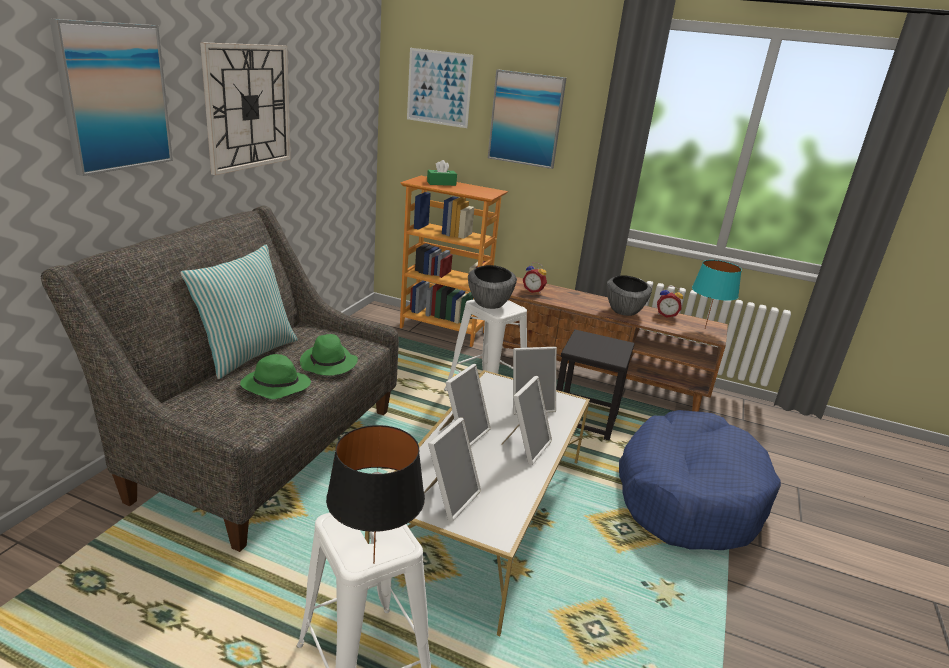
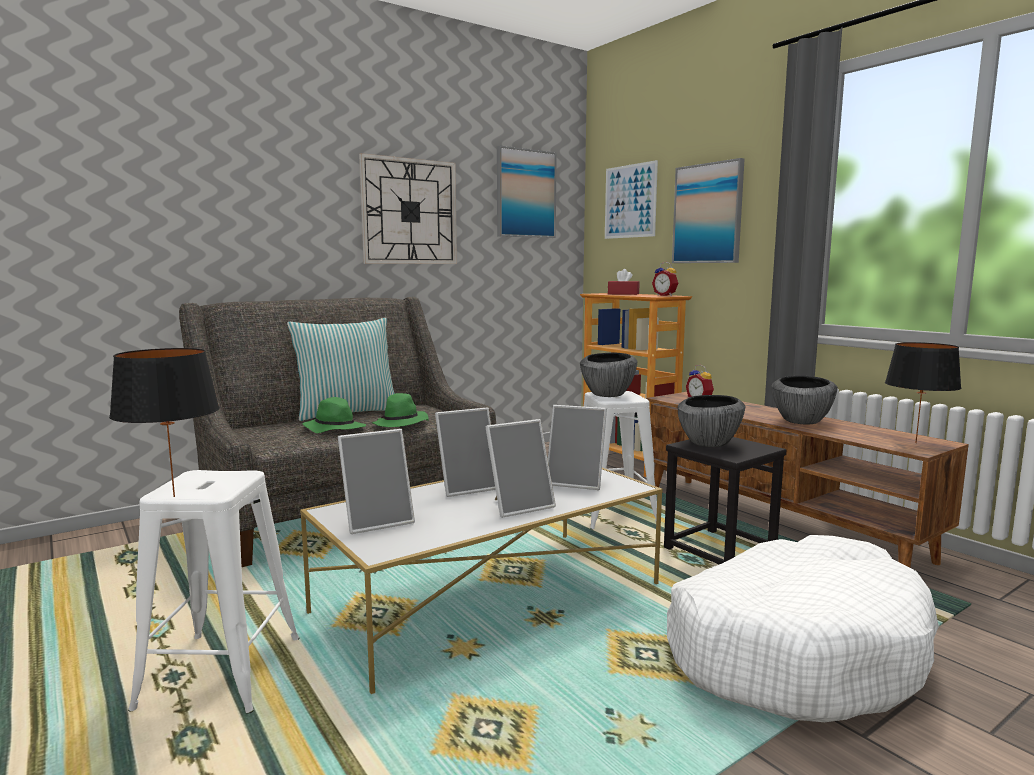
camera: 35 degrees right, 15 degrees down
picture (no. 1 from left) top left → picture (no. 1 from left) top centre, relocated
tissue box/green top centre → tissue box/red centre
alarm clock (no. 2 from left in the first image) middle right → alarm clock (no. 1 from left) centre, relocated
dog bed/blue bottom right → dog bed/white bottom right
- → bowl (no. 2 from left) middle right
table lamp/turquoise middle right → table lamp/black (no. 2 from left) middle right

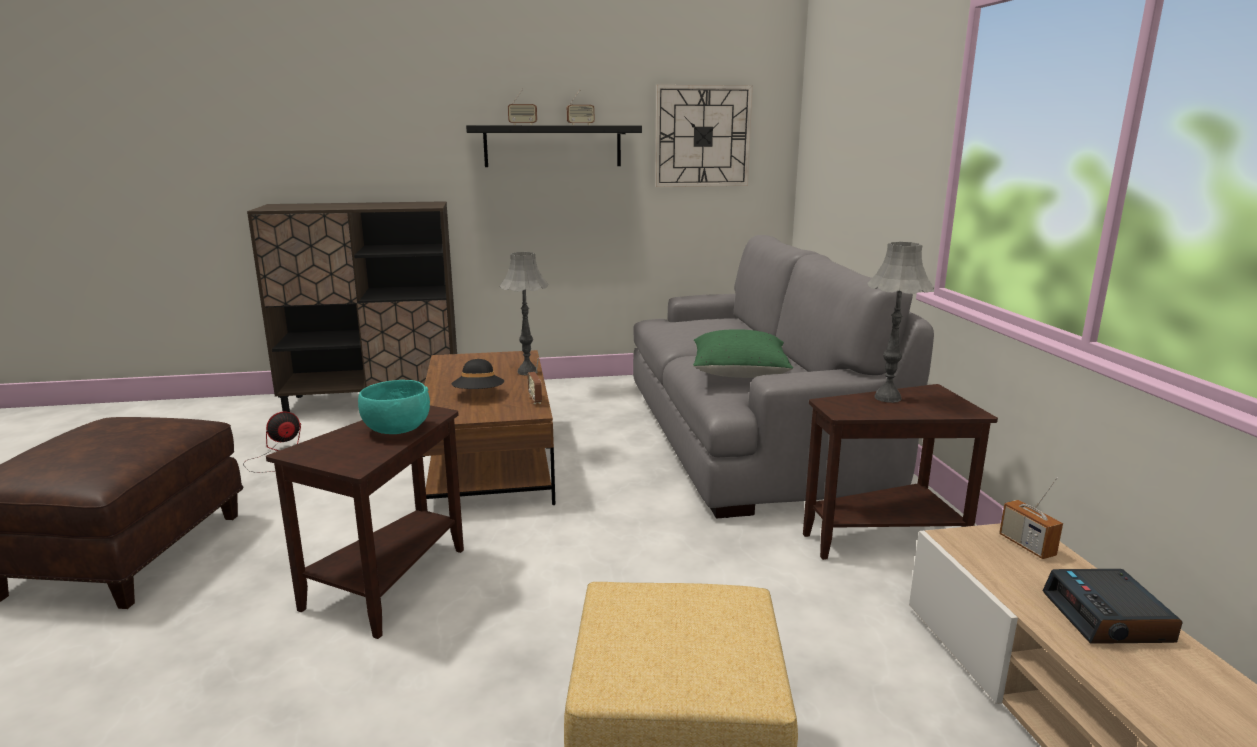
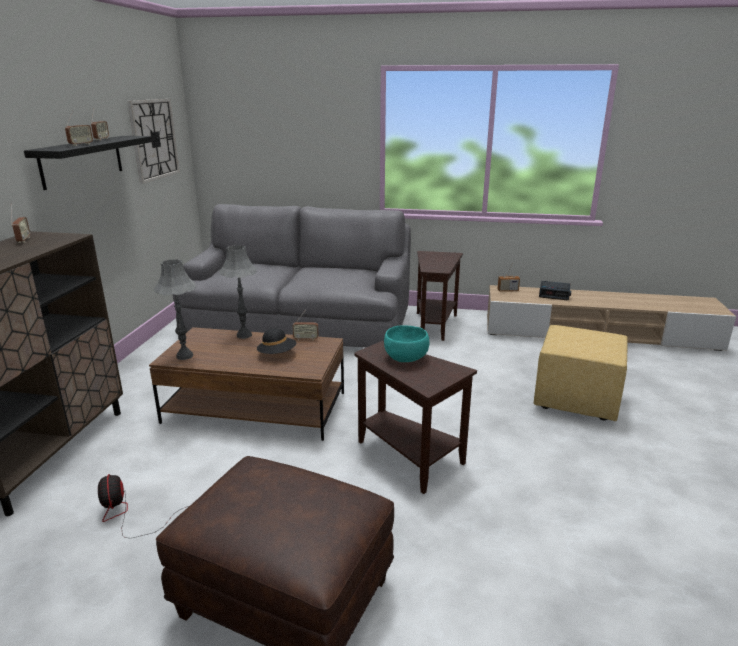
camera: 70 degrees left, 5 degrees up
- → radio (no. 1 from left) middle left
table lamp/grey (no. 2 from left in the first image) middle right → table lamp/grey (no. 1 from left) middle left, relocated
pillow/green centre → -

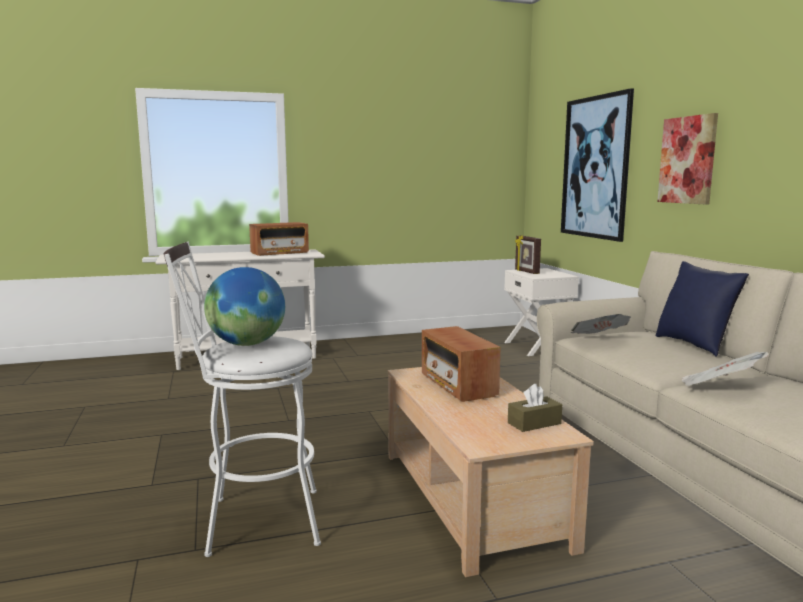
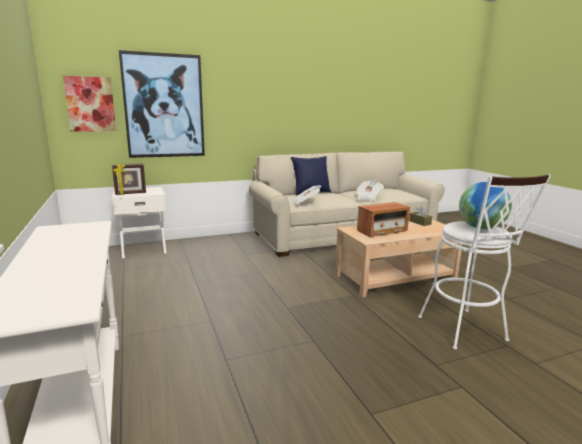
camera: 95 degrees left, 5 degrees up
picture (no. 2 from left in the first image) top right → picture (no. 1 from left) top left, relocated
radio (no. 1 from left) centre → -

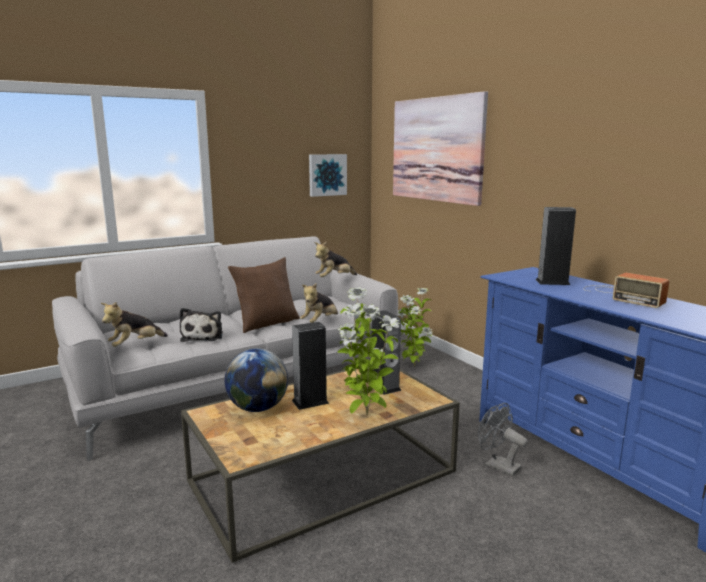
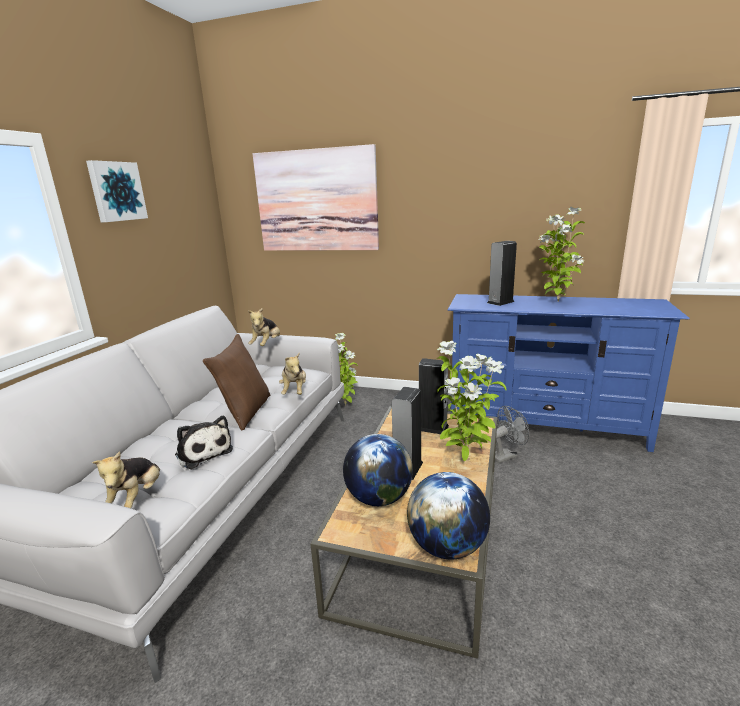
camera: 40 degrees left, 5 degrees up
picture (no. 1 from left) top centre → picture (no. 1 from left) top left, relocated
- → globe (no. 2 from left) bottom centre
fan/grey bottom right → fan/grey middle right, 150 degrees clockwise
radio middle right → potted plant (no. 3 from left) middle right

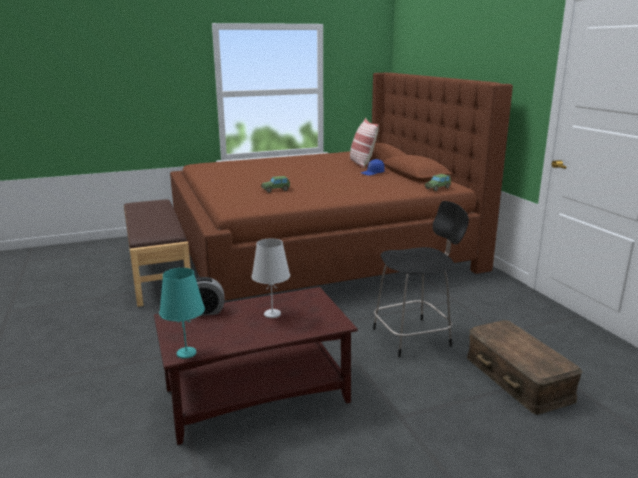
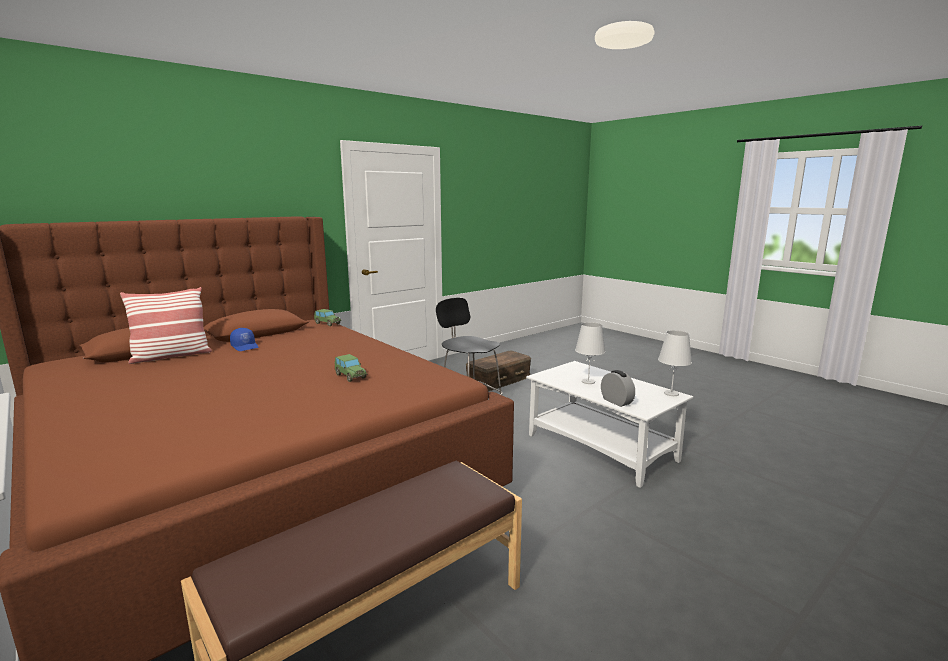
camera: 110 degrees left, 5 degrees down
coffee table/brown bottom centre → coffee table/white centre
table lamp/turquoise middle left → table lamp/white (no. 2 from left) middle right

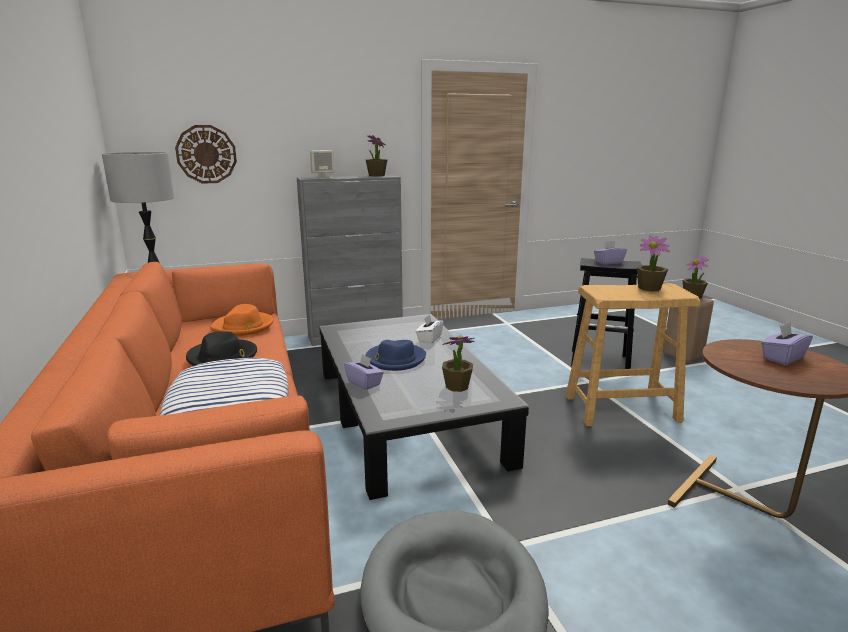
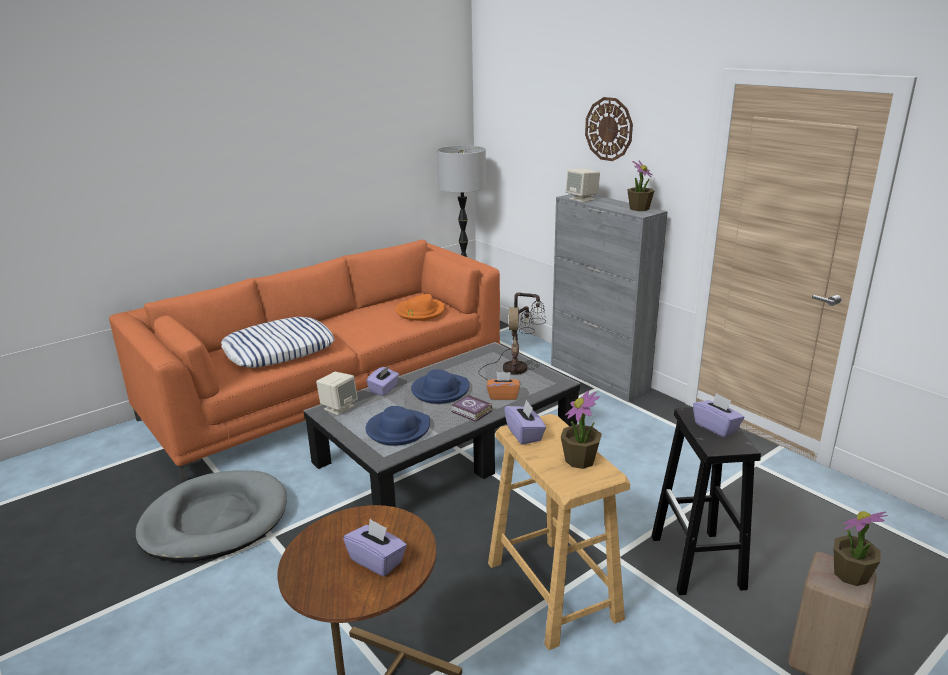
camera: 70 degrees right, 5 degrees up
- → speaker/beige (no. 1 from left) centre
potted plant (no. 2 from left) centre → hat/blue (no. 1 from left) centre
- → book centre
- → table lamp centre
tissue box/white centre → tissue box/orange centre
- → tissue box/purple (no. 3 from left) centre
wall clock top left → wall clock top centre, relocated
hat/black middle left → -

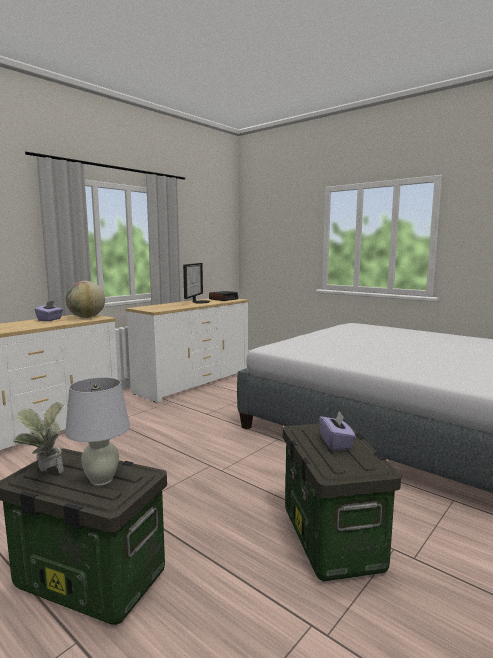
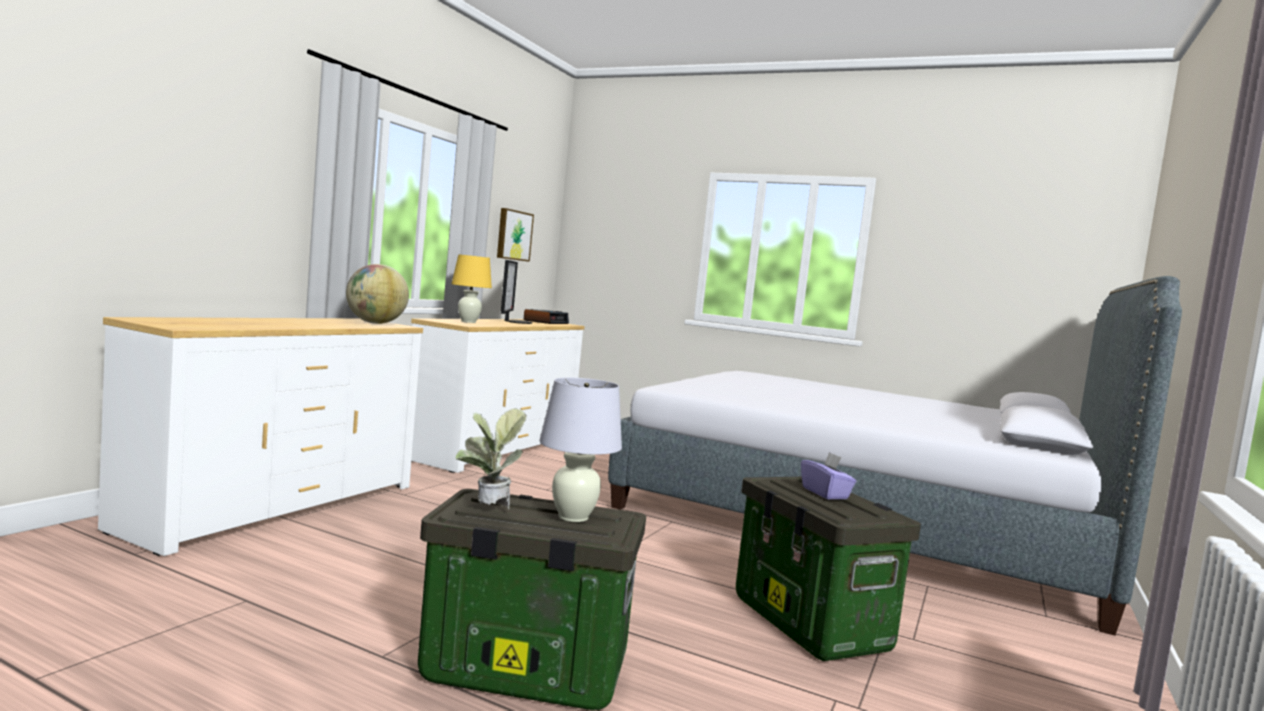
camera: 15 degrees left, 5 degrees down
- → table lamp/yellow centre
- → picture top centre
tissue box/purple (no. 1 from left) middle left → -

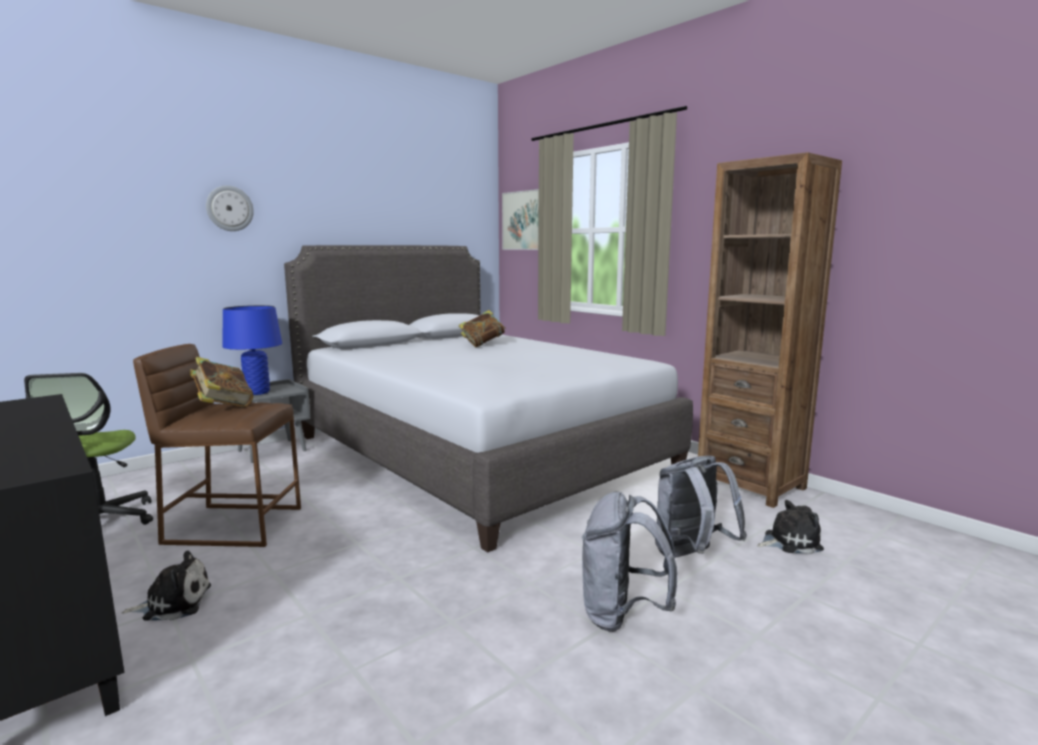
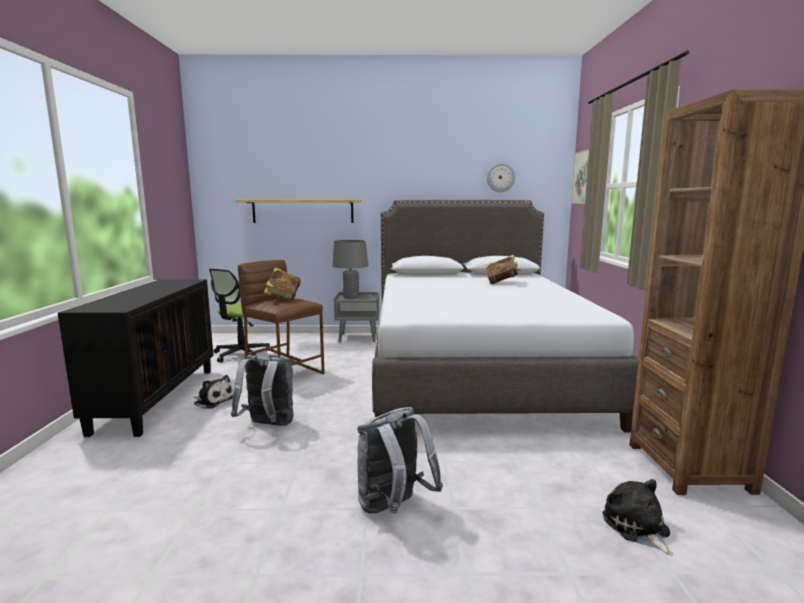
camera: 40 degrees right, 0 degrees up
backpack/grey (no. 2 from left in the first image) bottom right → backpack/grey (no. 1 from left) middle left, relocated
- → shelf centre
table lamp/blue middle left → table lamp/grey centre
wall clock top left → wall clock top centre, relocated
plush toy (no. 2 from left) bottom right, 135 degrees counterclockwise

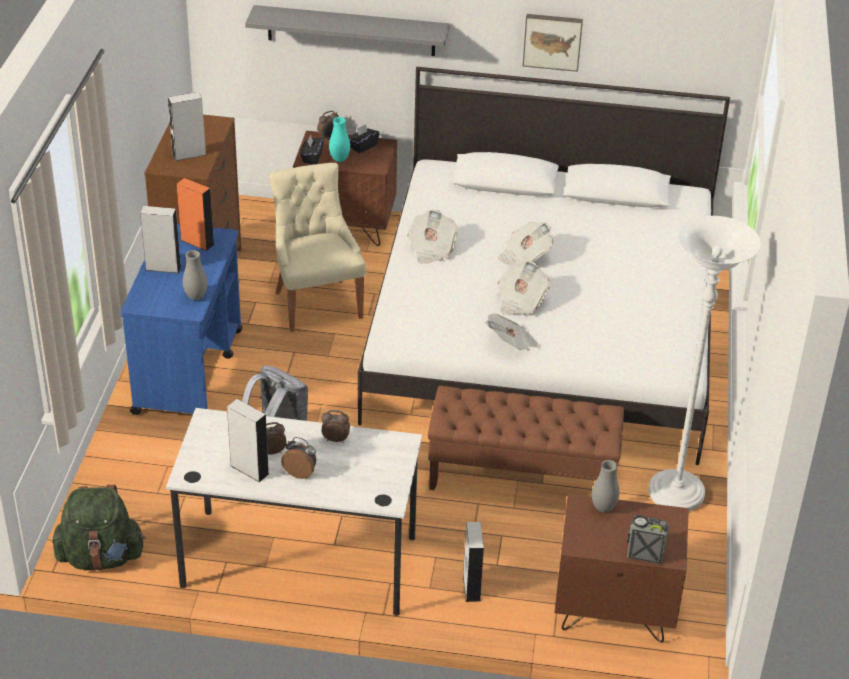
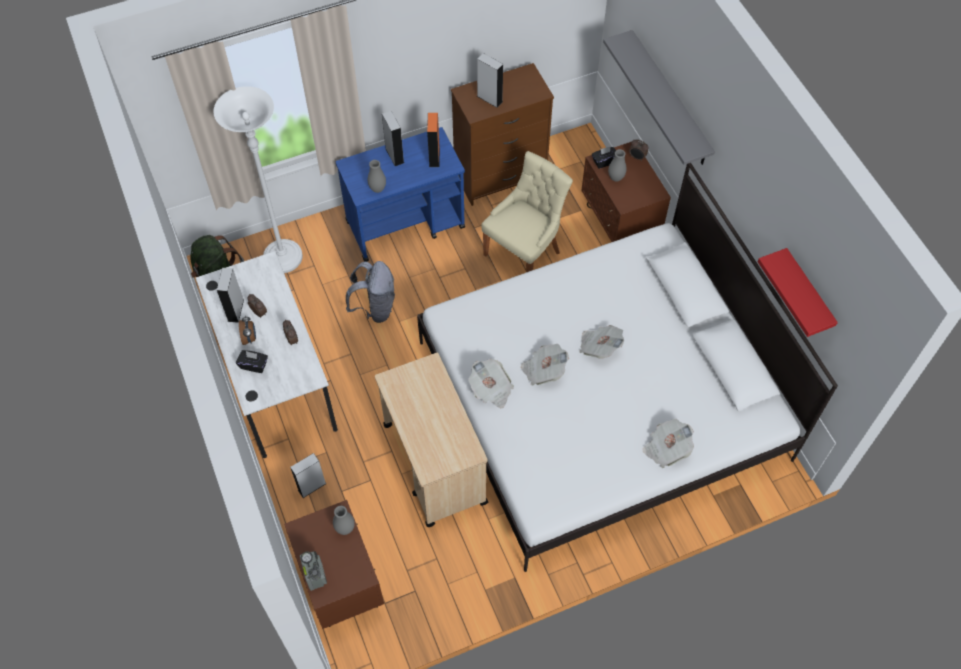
camera: 60 degrees right, 20 degrees up
floor lamp/white middle right → floor lamp/white top left, relocated
tissue box/black (no. 2 from left in the first image) top centre → tissue box/black (no. 1 from left) middle left, relocated
bench/brown centre → cart/beige centre
vase/turquoise top centre → vase/grey (no. 3 from left) top centre
newspaper (no. 1 from left in the first image) centre → newspaper (no. 4 from left) middle right, relocated
- → shelf/red middle right
picture top centre → -

